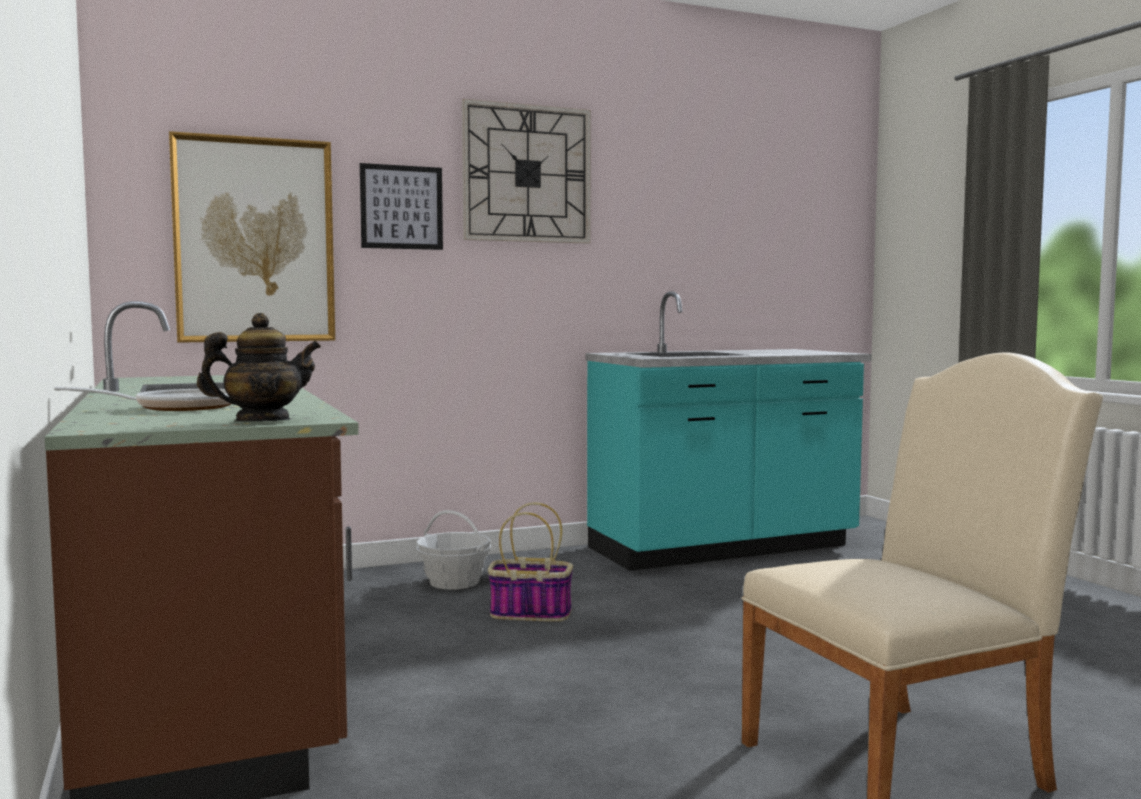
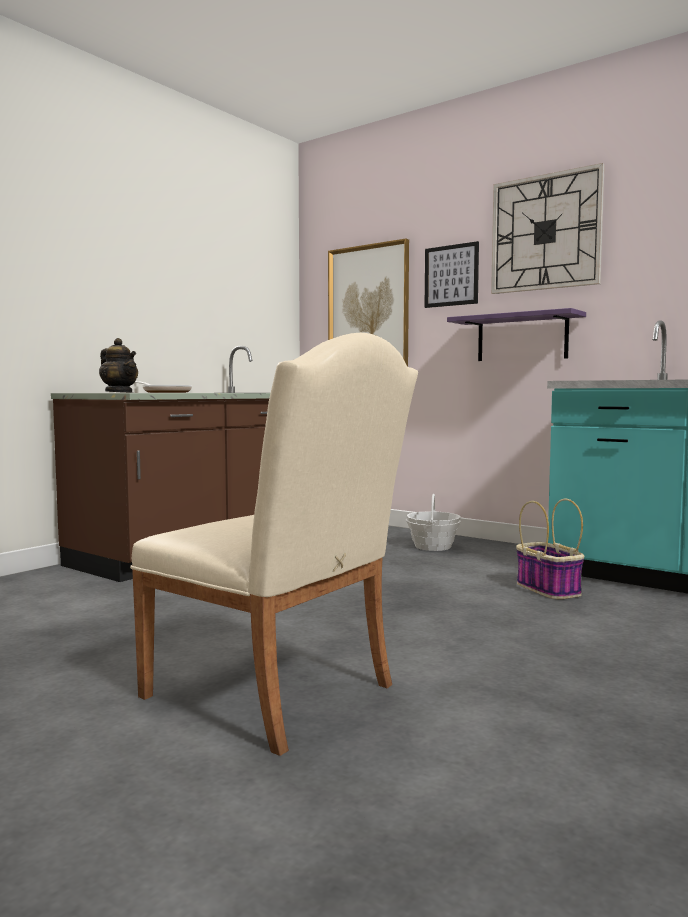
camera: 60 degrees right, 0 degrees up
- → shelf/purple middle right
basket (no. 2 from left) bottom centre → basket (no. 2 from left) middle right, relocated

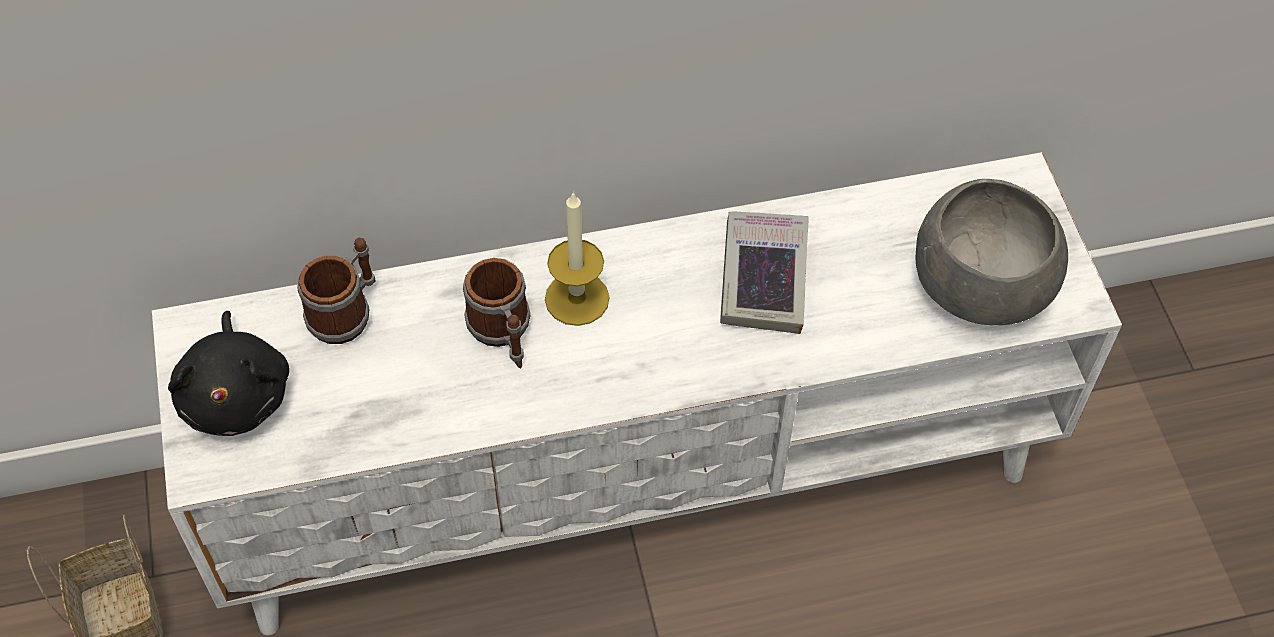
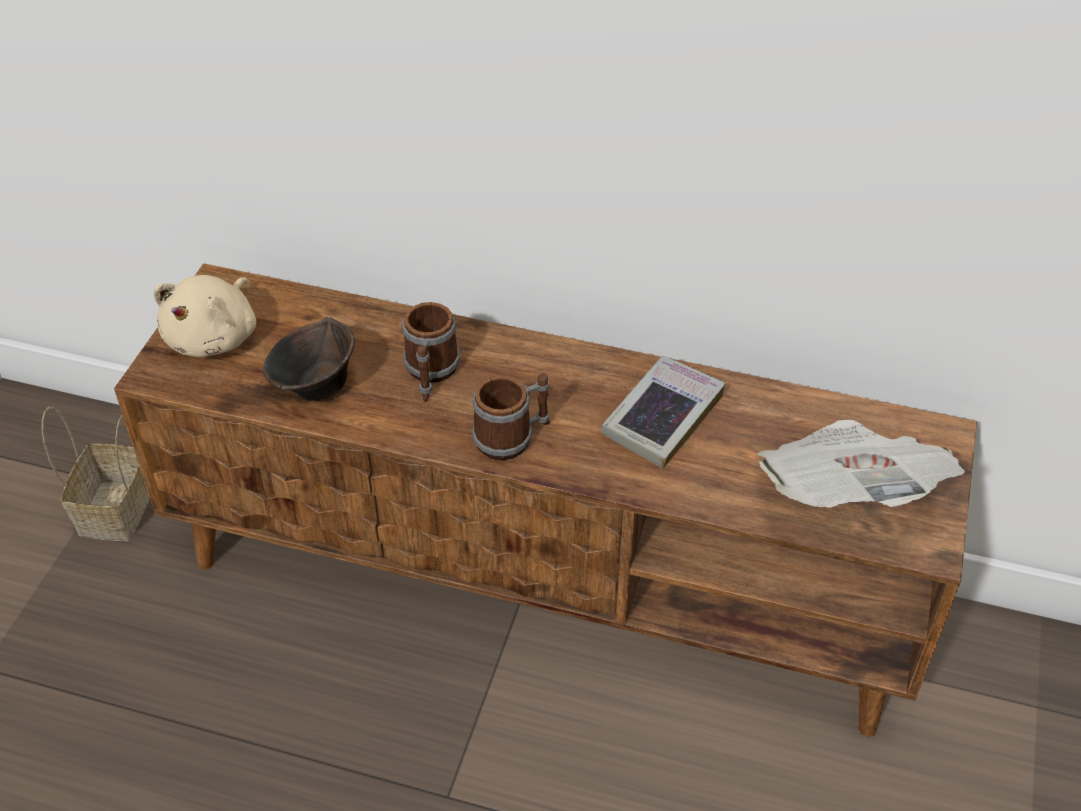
camera: 30 degrees right, 10 degrees down
tv stand/white centre → tv stand/brown centre
plush toy/black middle left → plush toy/beige middle left
- → bowl/brown middle left
mug (no. 1 from left in the first image) middle left → mug (no. 2 from left) centre, relocated
bowl/grey middle right → newspaper middle right
candle centre → -

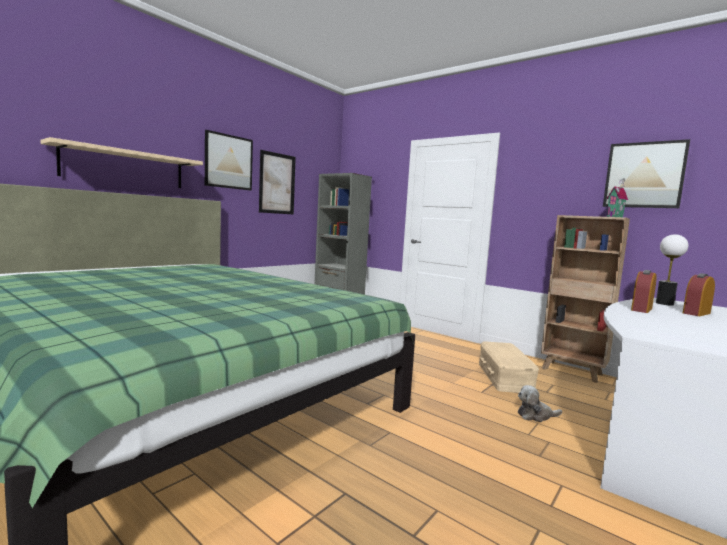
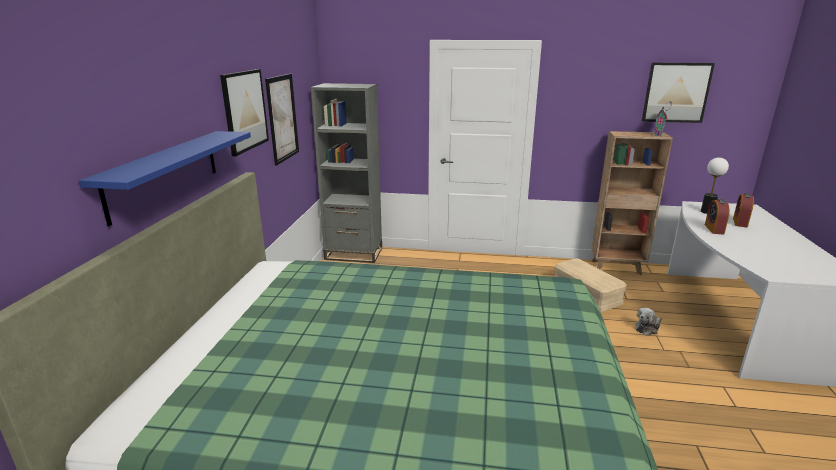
camera: 30 degrees left, 15 degrees up
shelf/beige top left → shelf/blue middle left

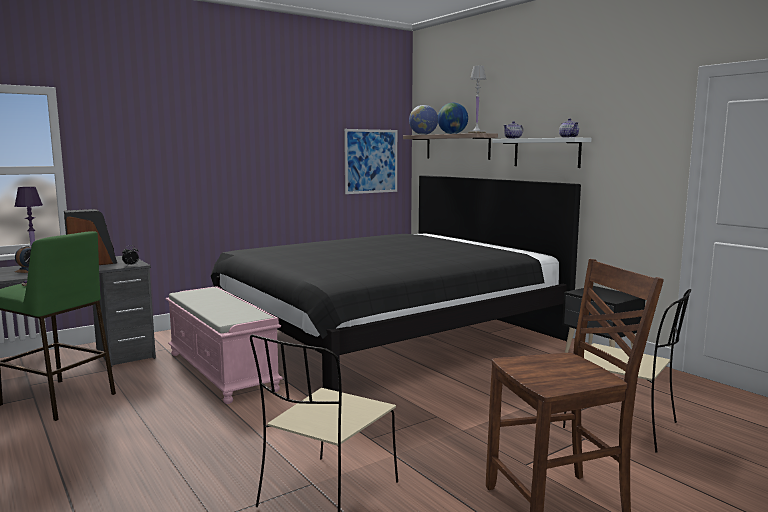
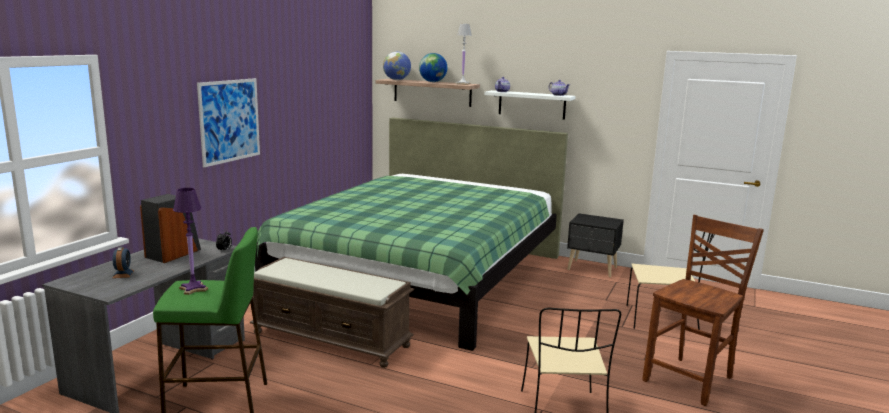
camera: 30 degrees left, 5 degrees up
picture top centre → picture top left, relocated
bench/pink bottom left → bench/brown bottom centre
bed/black centre → bed/green centre

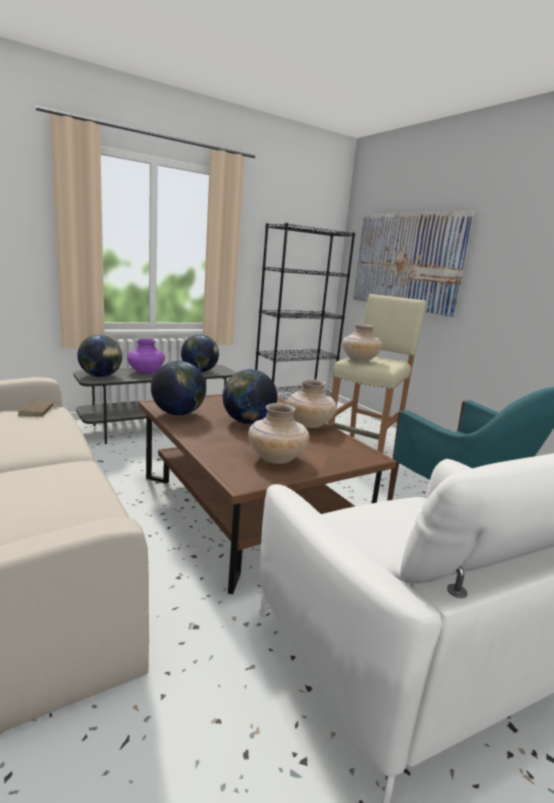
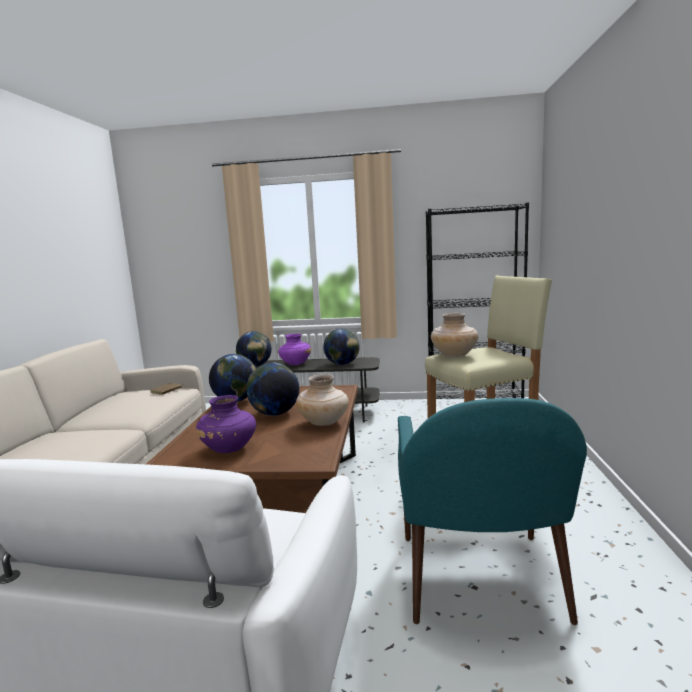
camera: 40 degrees right, 5 degrees down
vase/beige (no. 1 from left) centre → vase/purple (no. 1 from left) middle left
picture top right → -

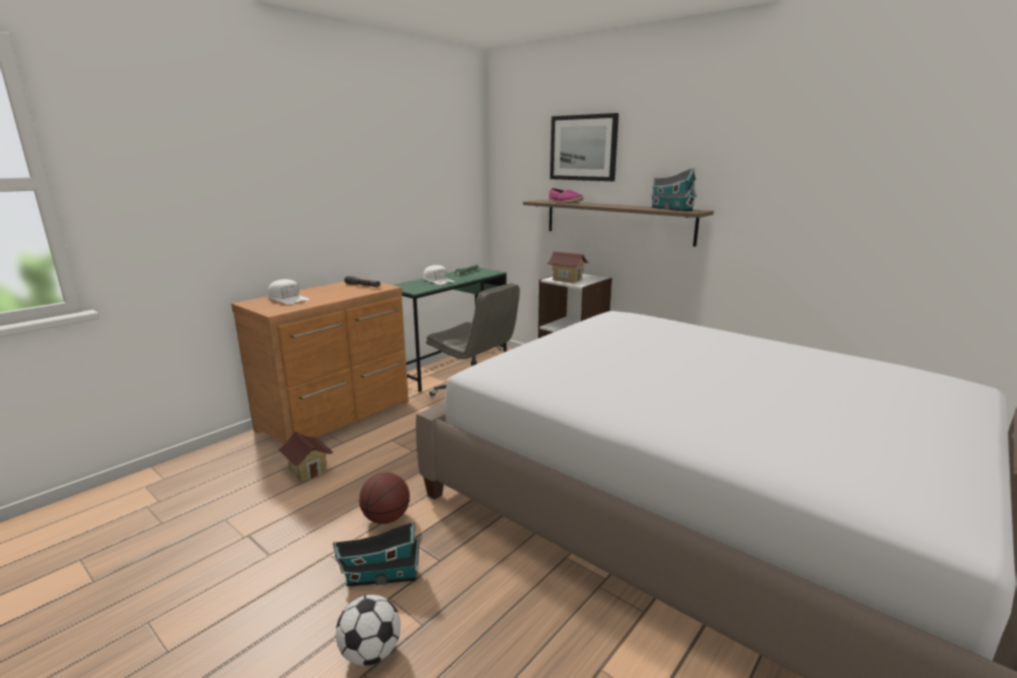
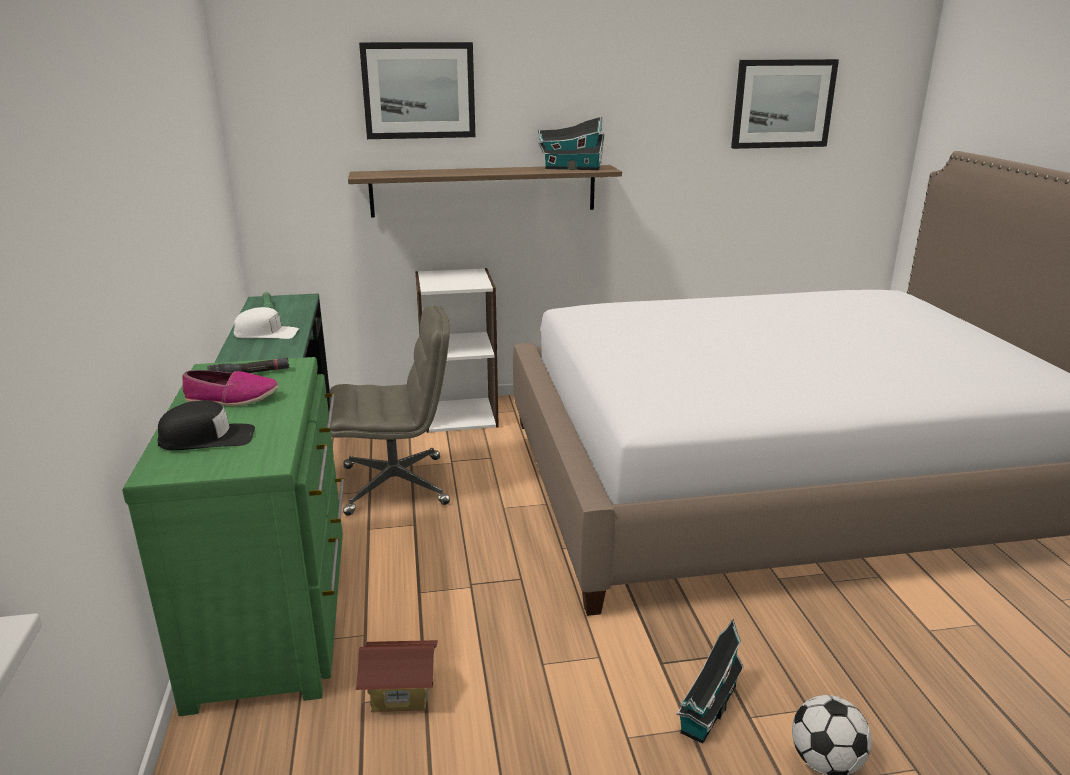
camera: 50 degrees left, 5 degrees up
dresser/brown middle left → dresser/green bottom left
cap/white (no. 1 from left) middle left → cap/black middle left
shoe top centre → shoe middle left, relocated
- → picture (no. 2 from left) top right
basketball bottom centre → -
toy house (no. 3 from left) centre → -

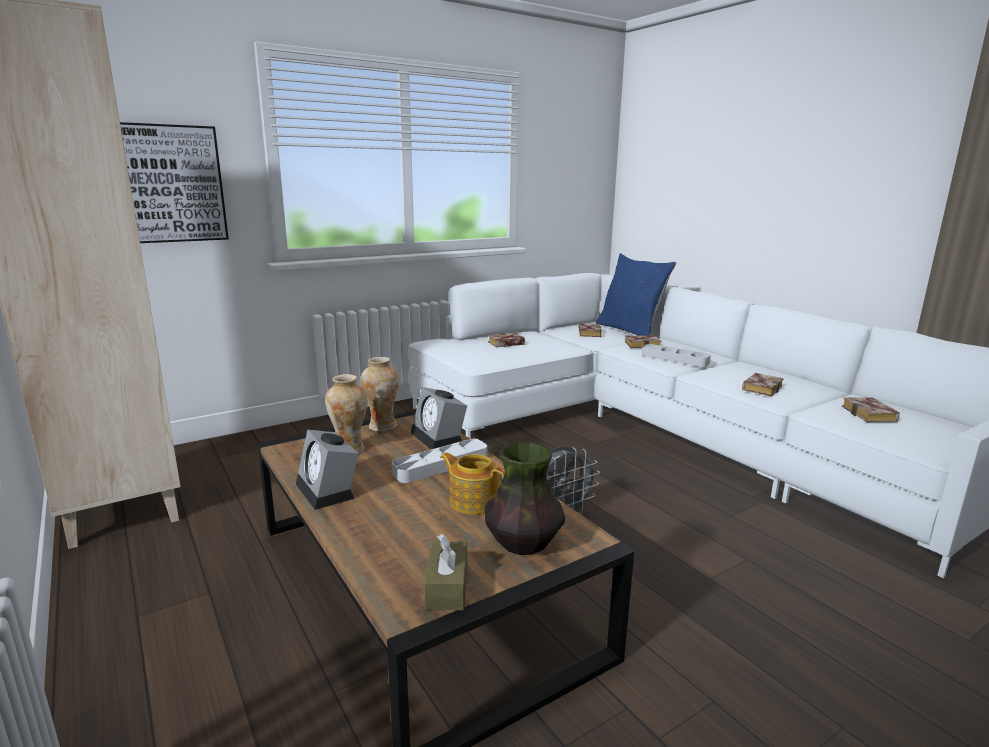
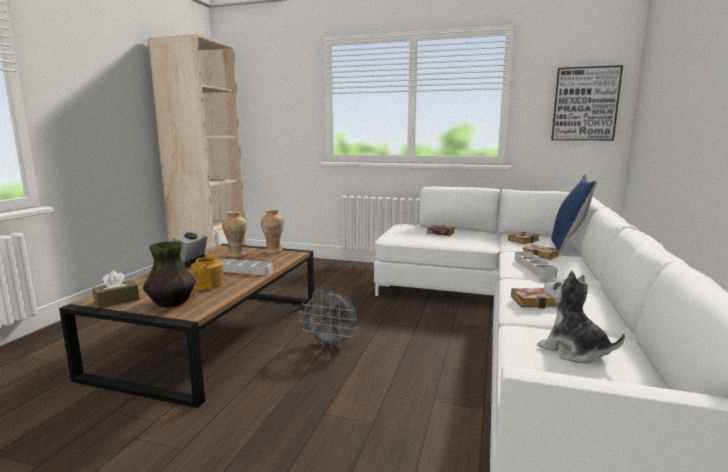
camera: 50 degrees right, 5 degrees down
book (no. 5 from left) middle right → plush toy bottom right
picture top left → picture top right, relocated
alarm clock (no. 2 from left) centre → -

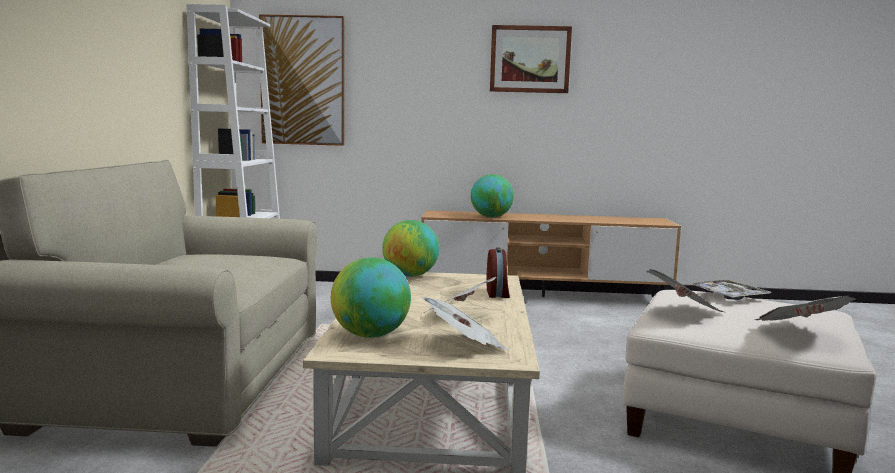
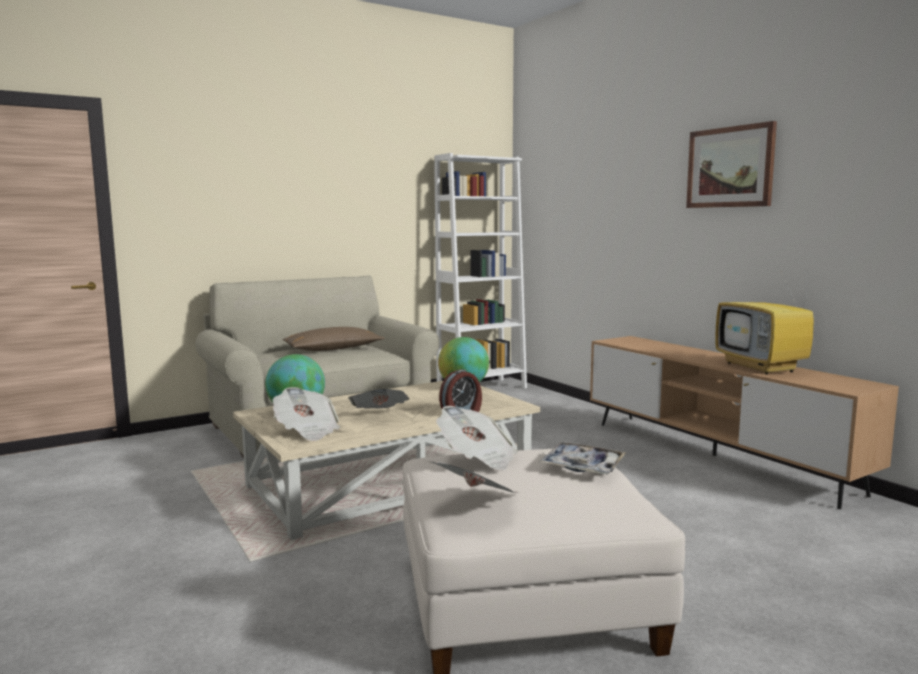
camera: 55 degrees right, 0 degrees up
- → pillow/brown centre
- → television middle right
picture (no. 1 from left) top centre → -
globe (no. 3 from left) centre → -

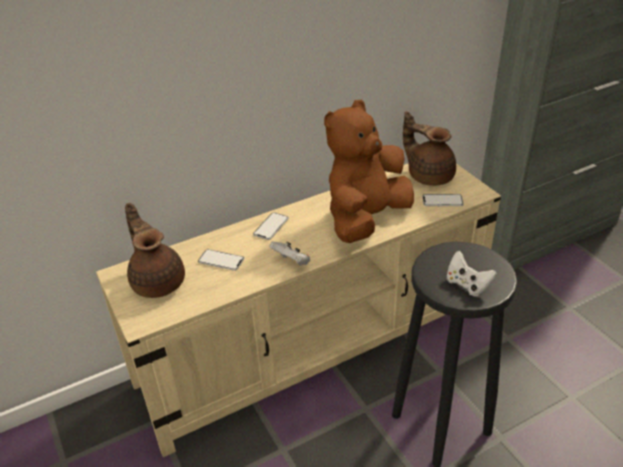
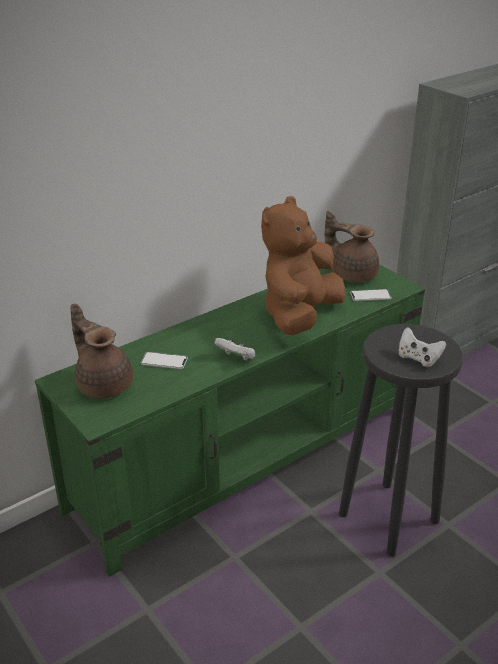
camera: 10 degrees left, 5 degrees down
tv stand/beige centre → tv stand/green centre
phone (no. 2 from left) centre → -

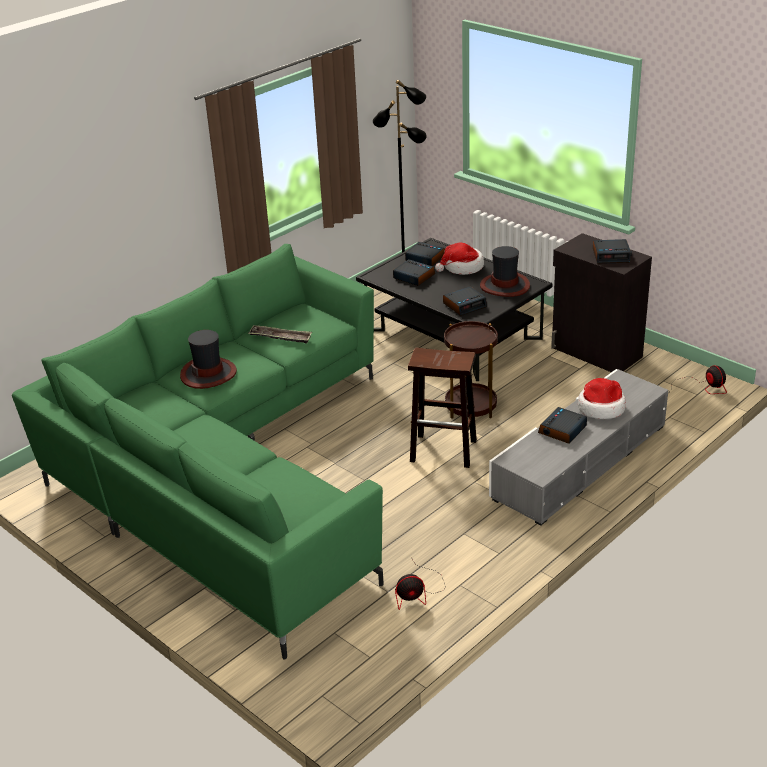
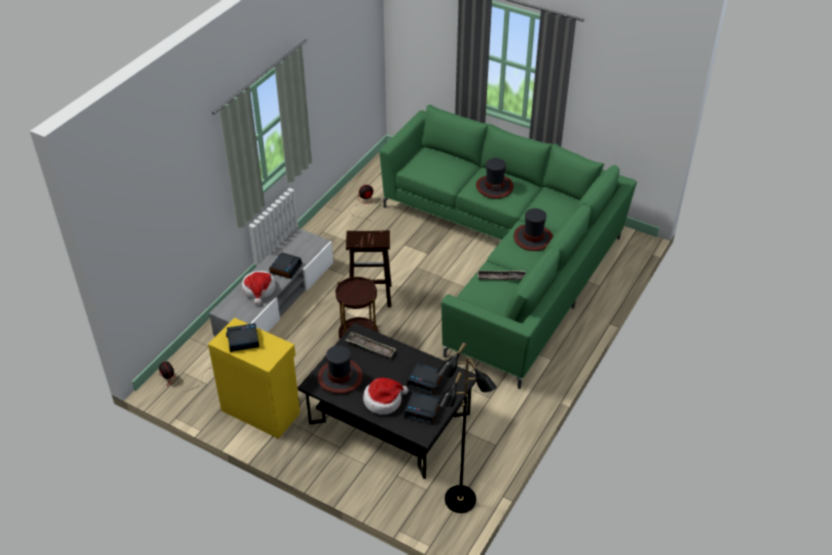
camera: 165 degrees right, 10 degrees up
cabinet/black middle right → cabinet/yellow bottom left
alarm clock (no. 3 from left) centre → tray (no. 1 from left) centre
- → hat (no. 4 from left) top centre

